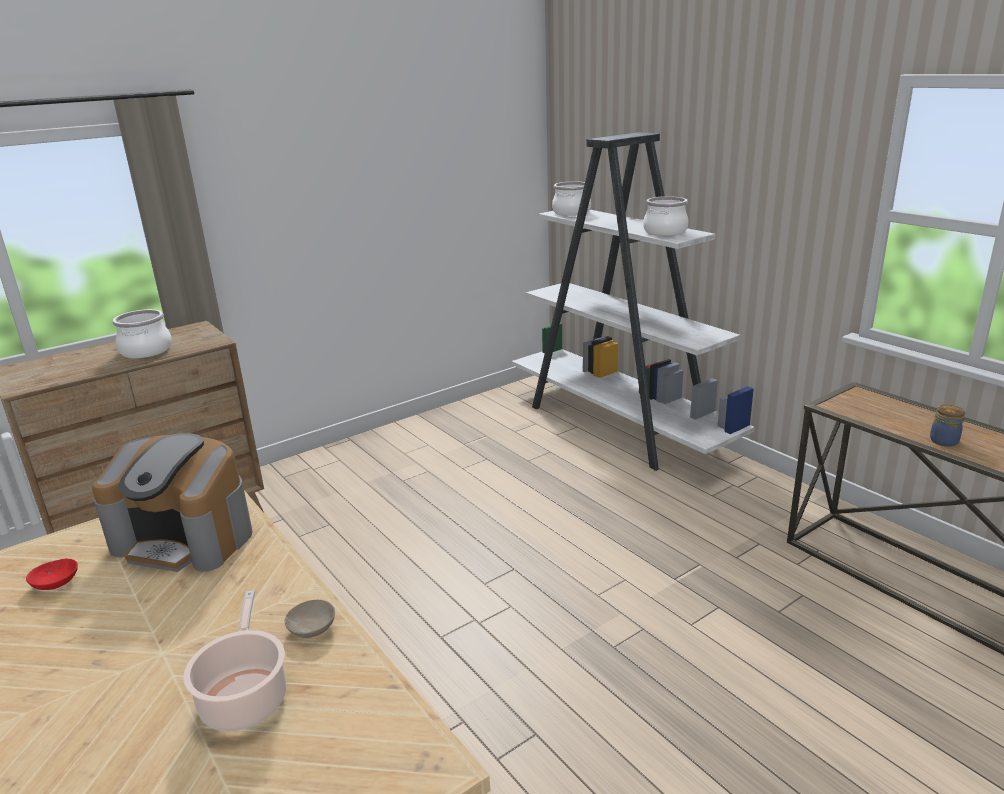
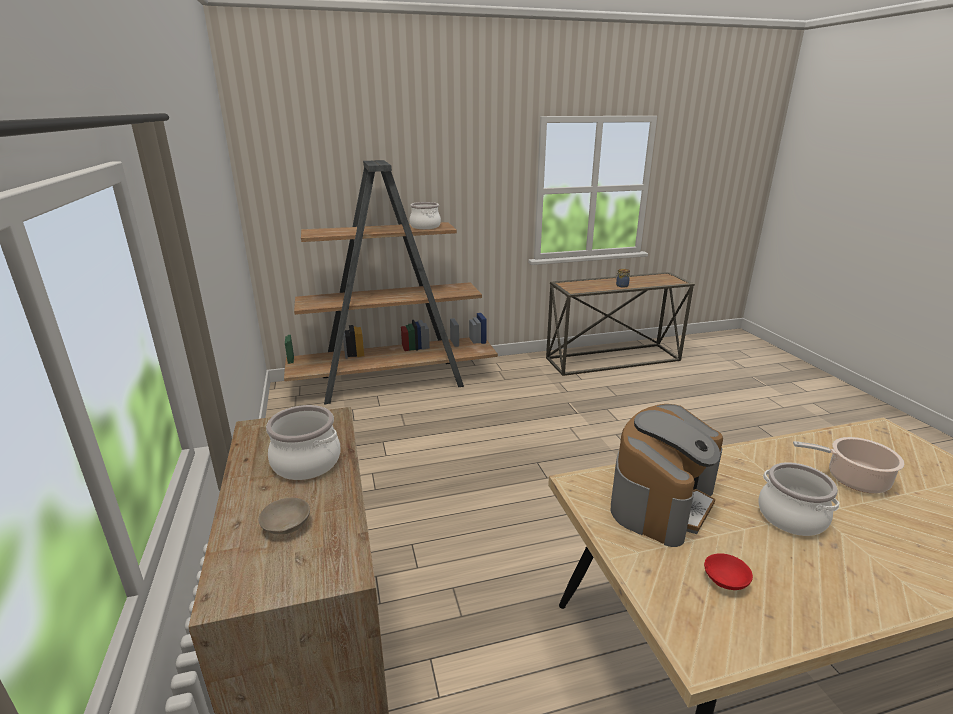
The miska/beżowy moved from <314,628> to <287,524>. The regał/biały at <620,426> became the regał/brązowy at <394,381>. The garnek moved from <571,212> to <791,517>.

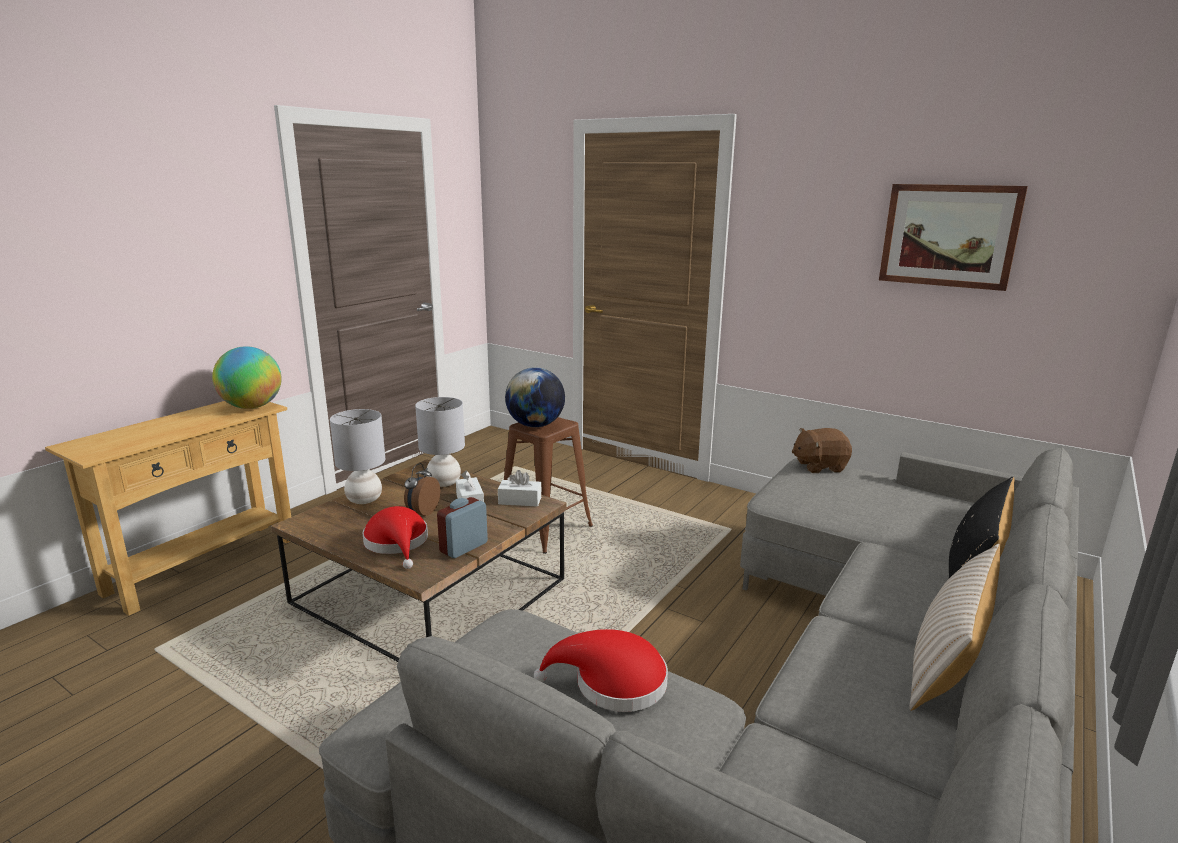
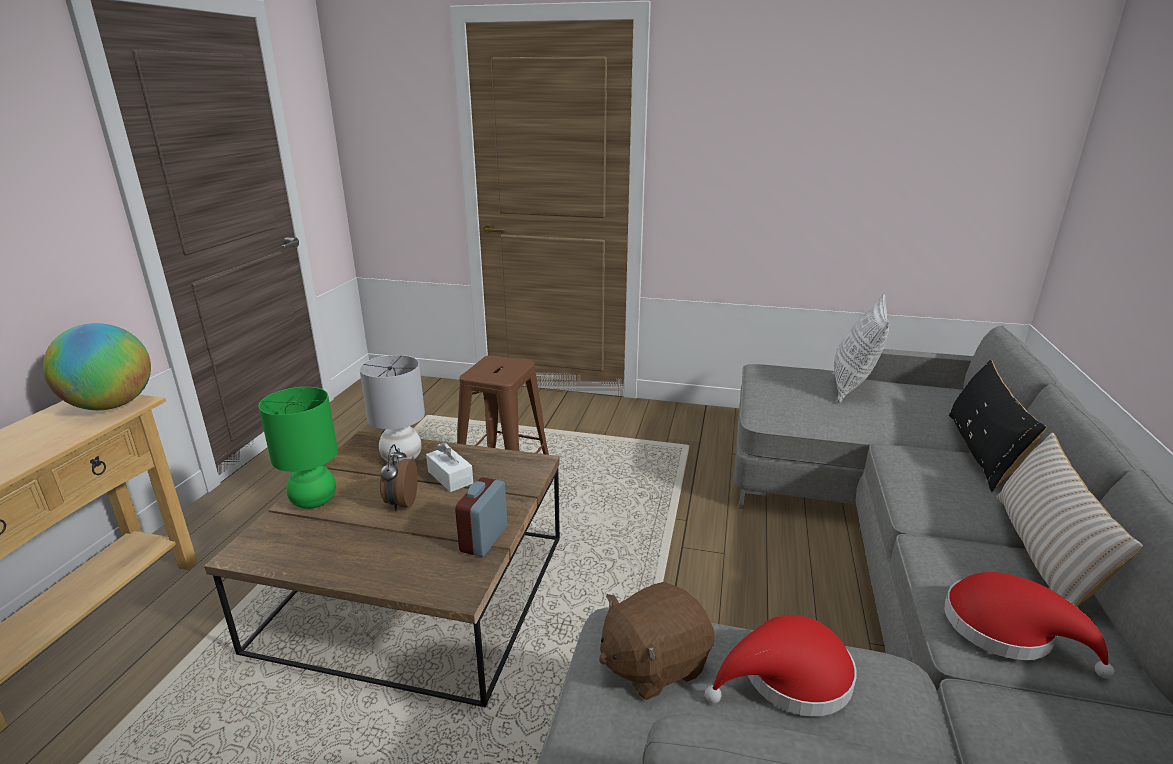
The lampa stołowa/szary at <365,499> became the lampa stołowa/zielony at <314,500>. The pluszak/brązowy moved from <819,466> to <653,663>. The poduszka at <852,387> appeared. The kapelusz/czerwony moved from <397,543> to <1007,630>. The pudełko chusteczek/biały at <520,500> disappeared. The globus at <535,425> disappeared. The obraz at <949,235> disappeared.

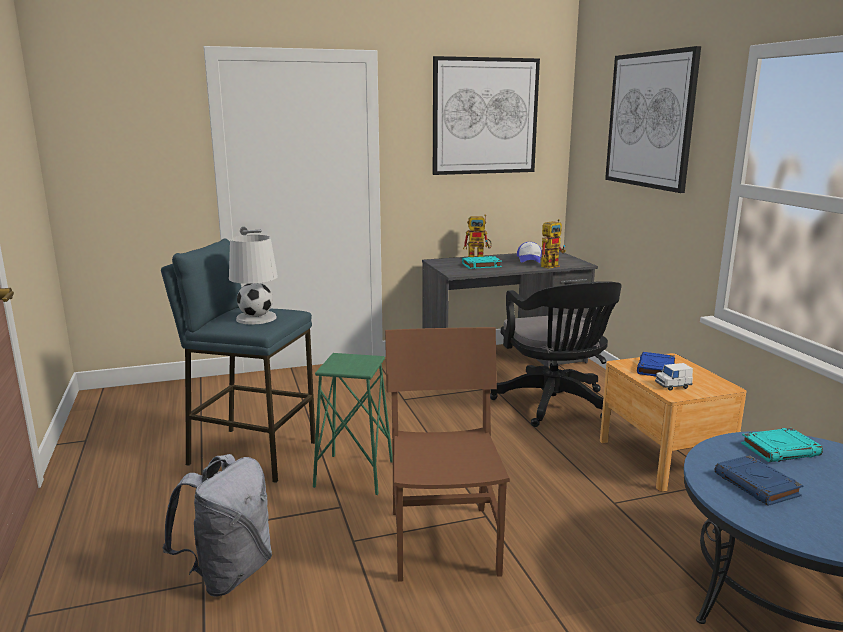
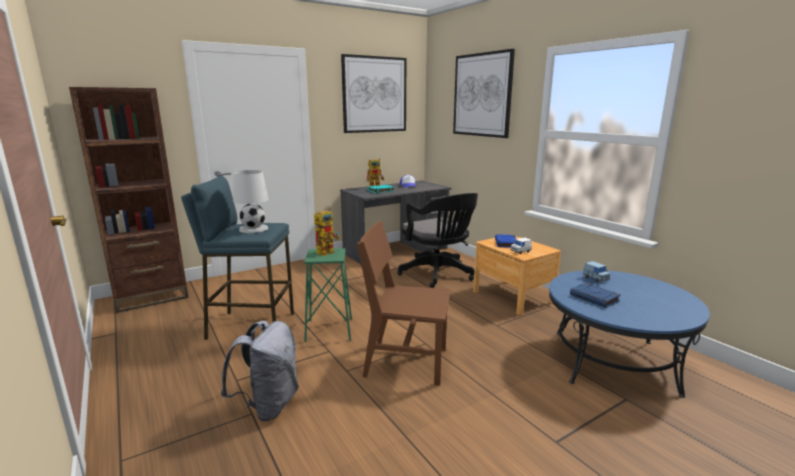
The regał/brązowy at <152,297> appeared. The robot zabawkowy moved from <551,265> to <327,251>. The krzesło/brązowy at <444,541> turned 60 degrees counterclockwise. The książka/turkusowy at <780,449> was replaced by the samochodzik/niebieski at <595,278>.

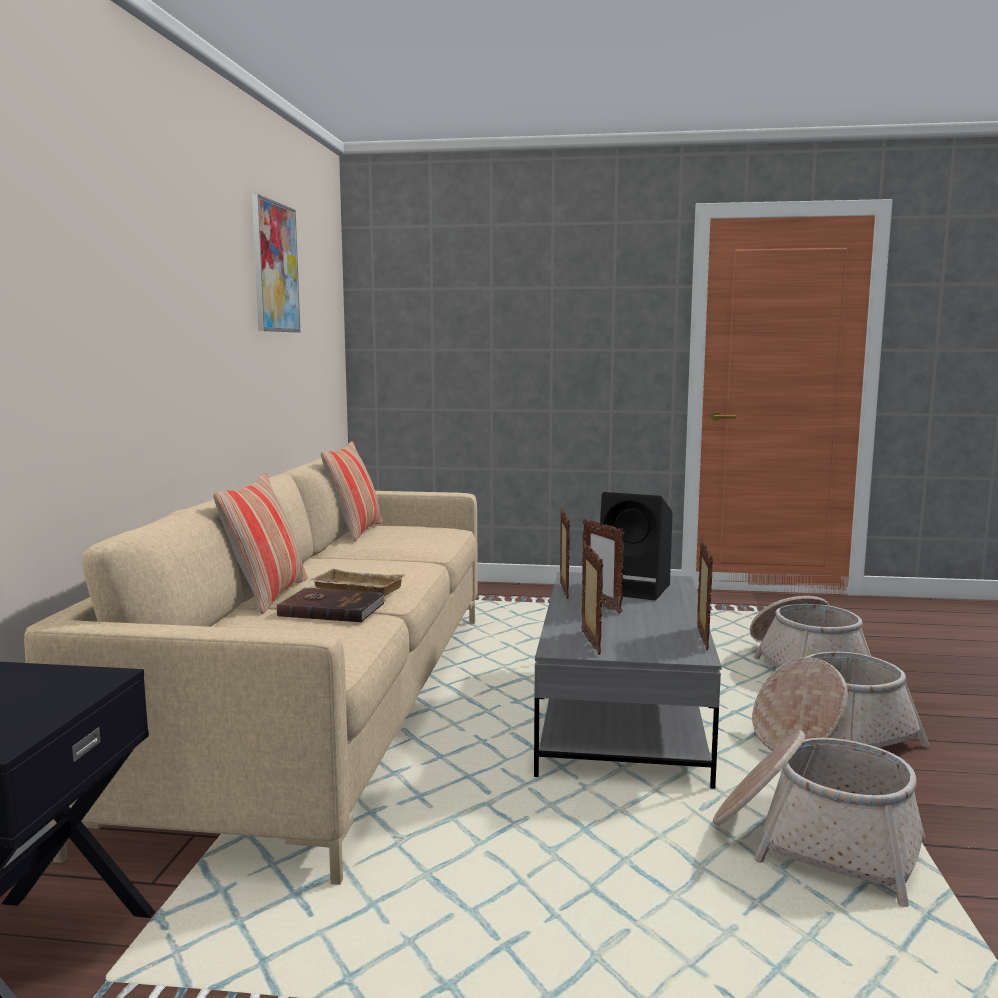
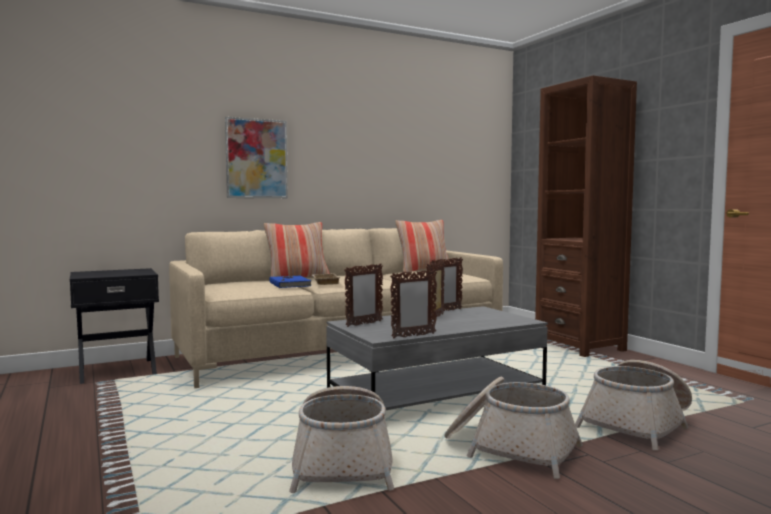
The obraz moved from <275,267> to <256,158>. The książka/brązowy at <331,609> became the książka/niebieski at <290,284>. The regał/brązowy at <579,346> appeared. The głośnik/czarny at <636,589> disappeared.

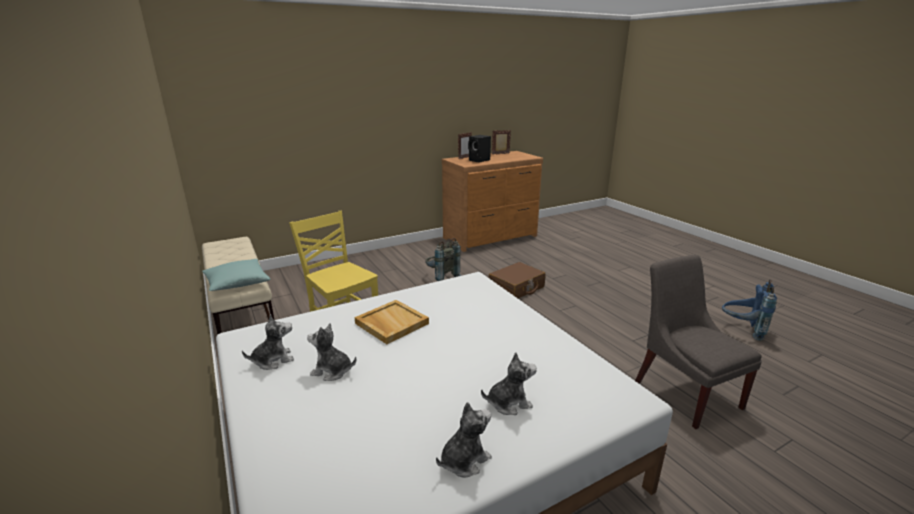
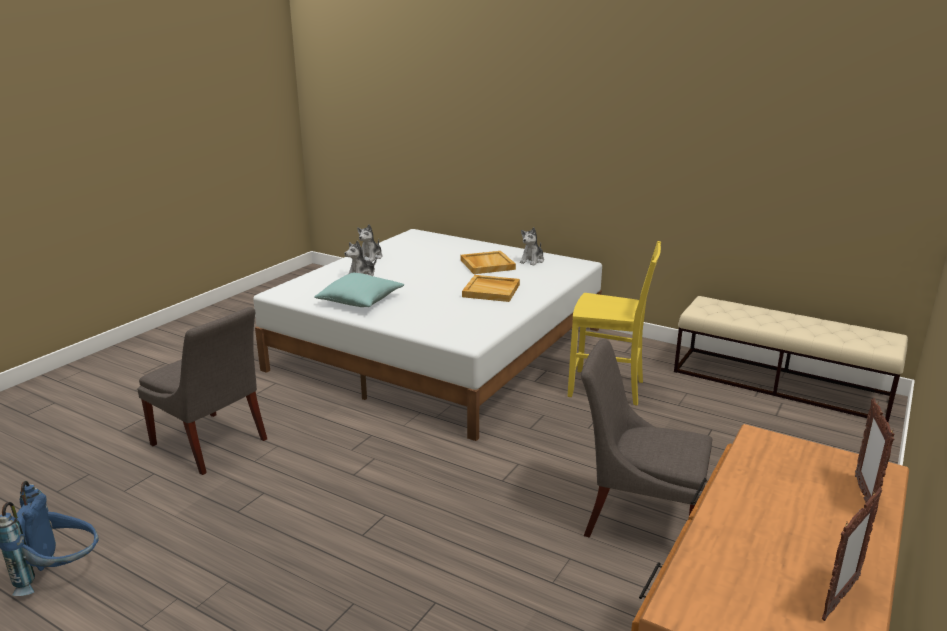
The poduszka/turkusowy moved from <237,283> to <360,301>. The pluszak at <332,371> was replaced by the taca/beżowy at <487,264>. The plecak/szary at <441,278> was replaced by the krzesło/szary at <637,518>. The głośnik/czarny at <479,160> disappeared. The walizka/brązowy at <516,288> disappeared.

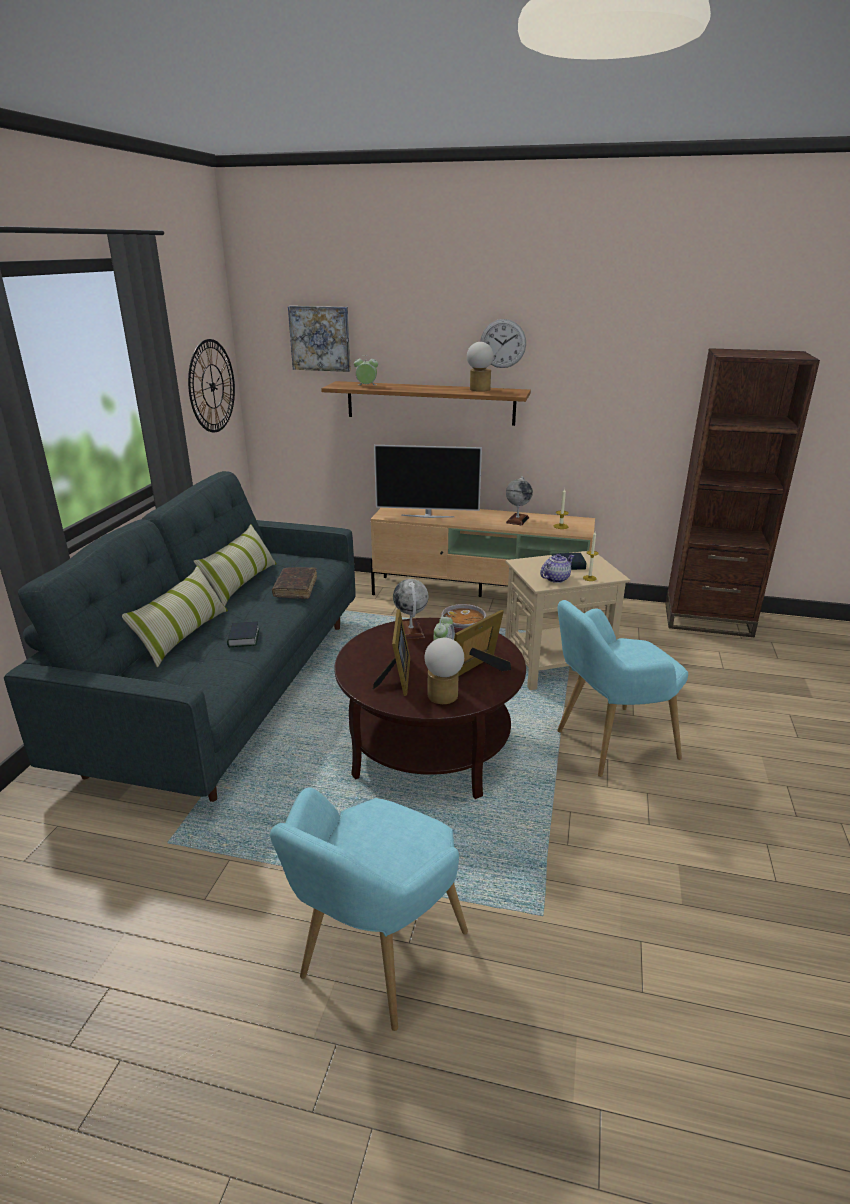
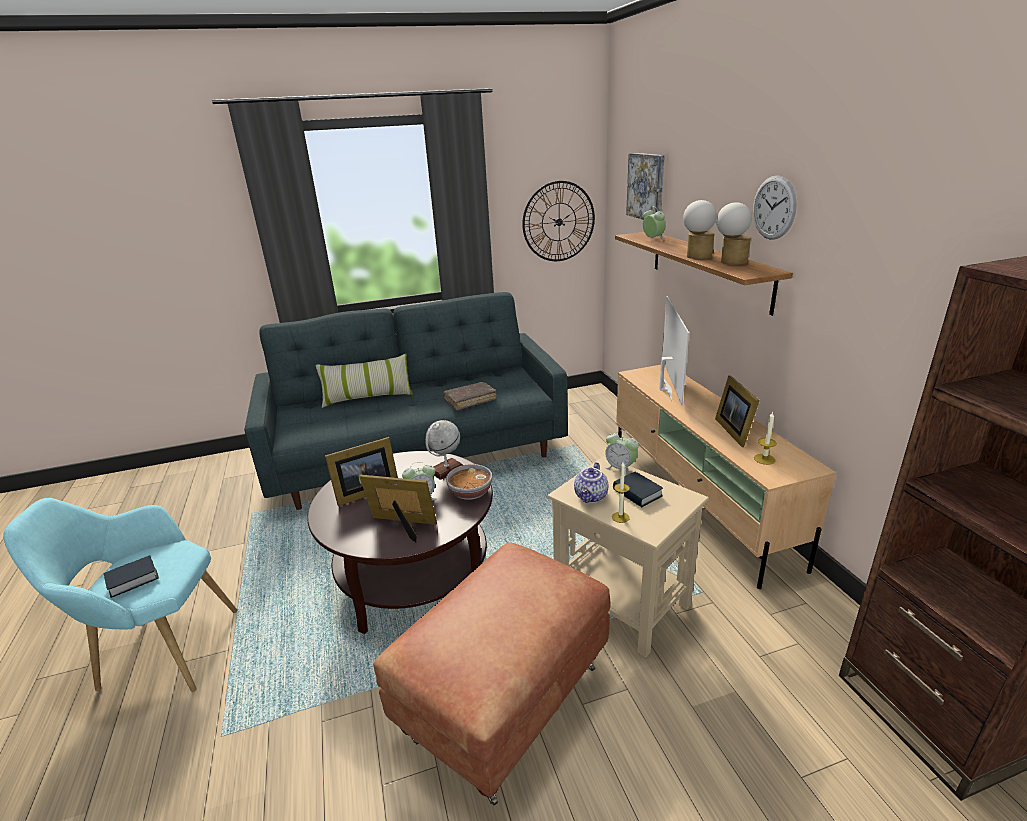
The książka moved from <243,638> to <132,580>. The fotel/turkusowy at <607,744> was replaced by the pufa/brązowy at <504,698>. The imbryk at <555,578> turned 90 degrees clockwise. The budzik at <620,468> appeared. The telewizor at <427,516> turned 150 degrees counterclockwise. The lampa stołowa moved from <442,698> to <696,257>. The globus at <517,520> was replaced by the ramka na zdjęcie at <735,430>. The poduszka at <241,583> disappeared.

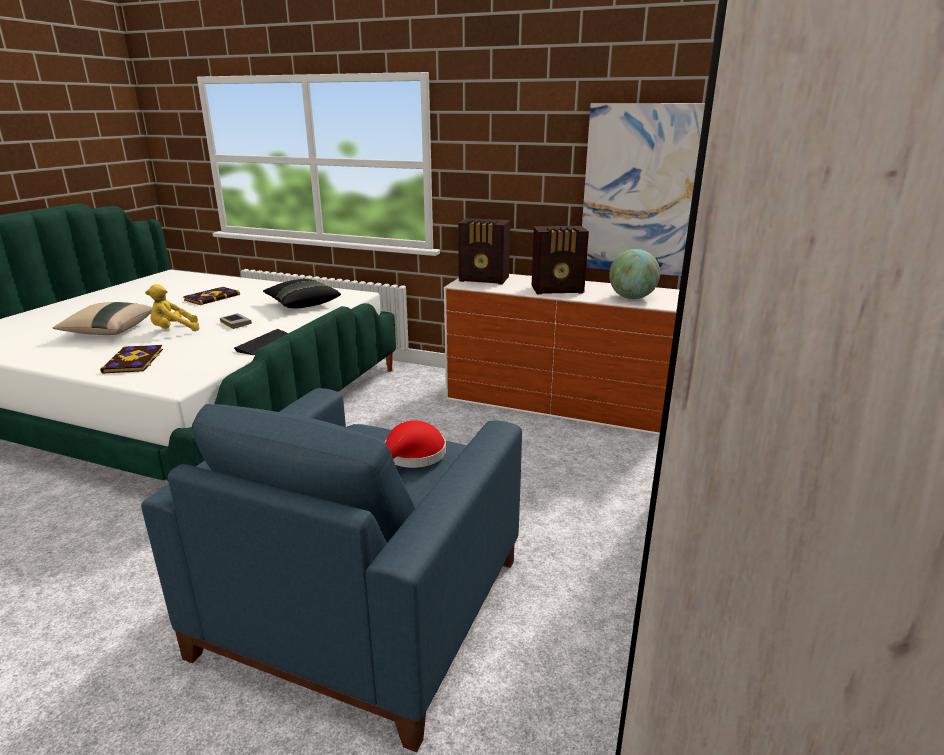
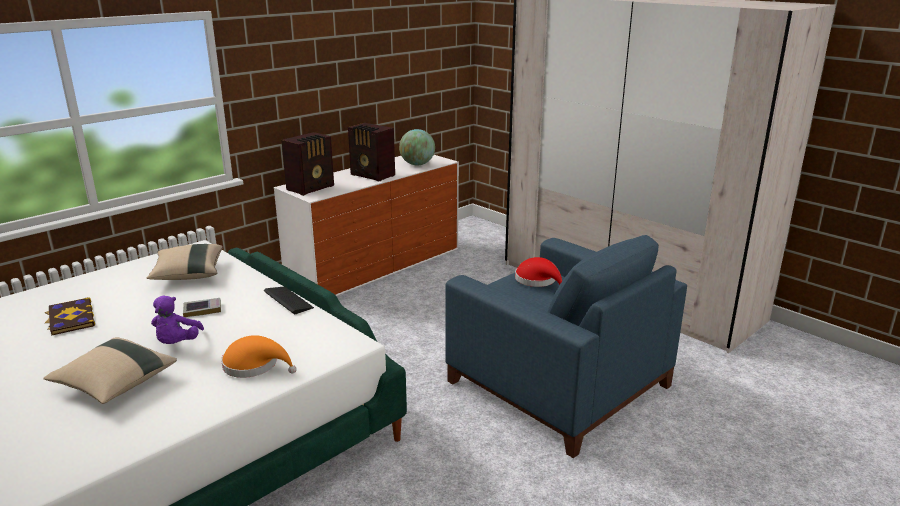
The poduszka/czarny at <302,304> became the poduszka/beżowy at <188,274>. The pluszak/żółty at <174,331> became the pluszak/fioletowy at <177,343>. The książka at <134,361> was replaced by the kapelusz/pomarańczowy at <255,365>. The radio at <558,290> turned 105 degrees clockwise. The obraz at <645,191> disappeared.

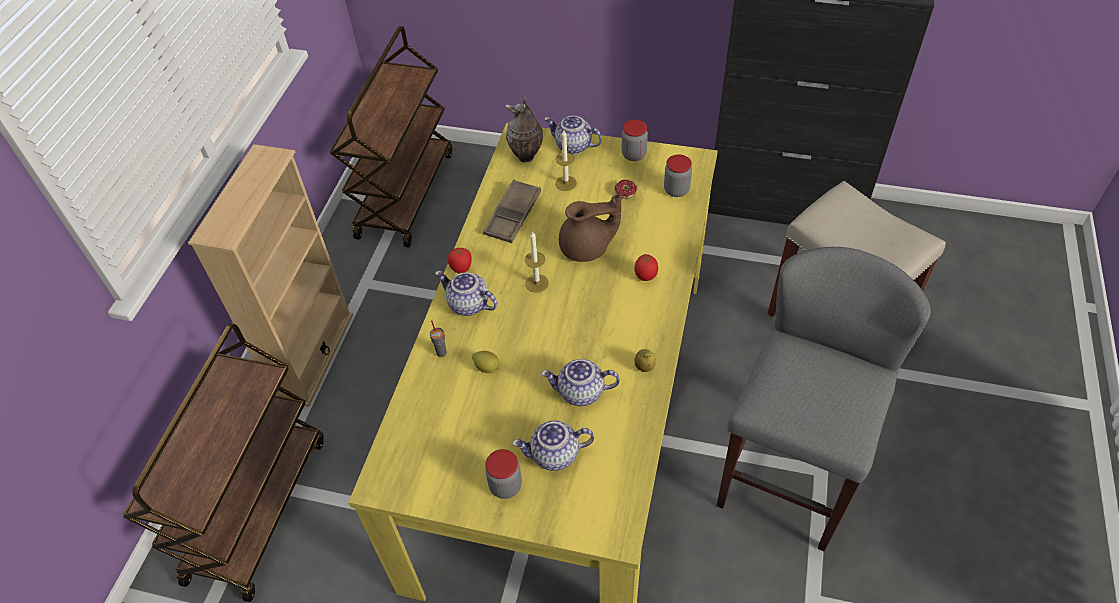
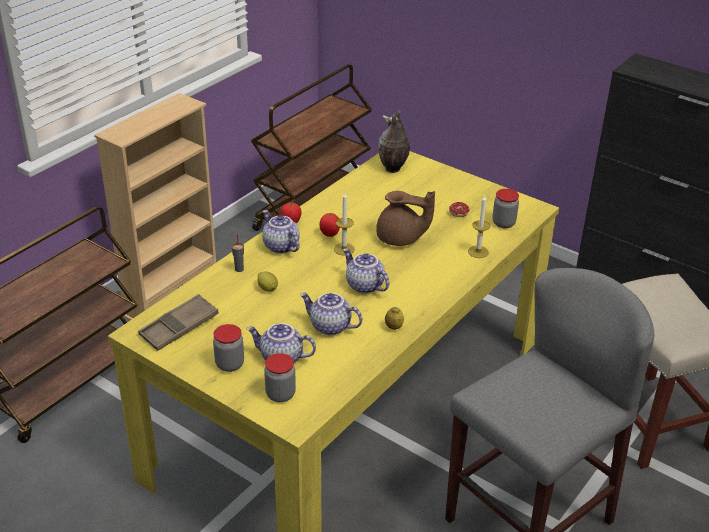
The taca/brązowy moved from <513,215> to <179,327>. The słoik moved from <633,154> to <280,394>. The pomidor moved from <646,277> to <330,234>. The imbryk moved from <572,146> to <364,286>. The świeca moved from <566,183> to <478,252>.

